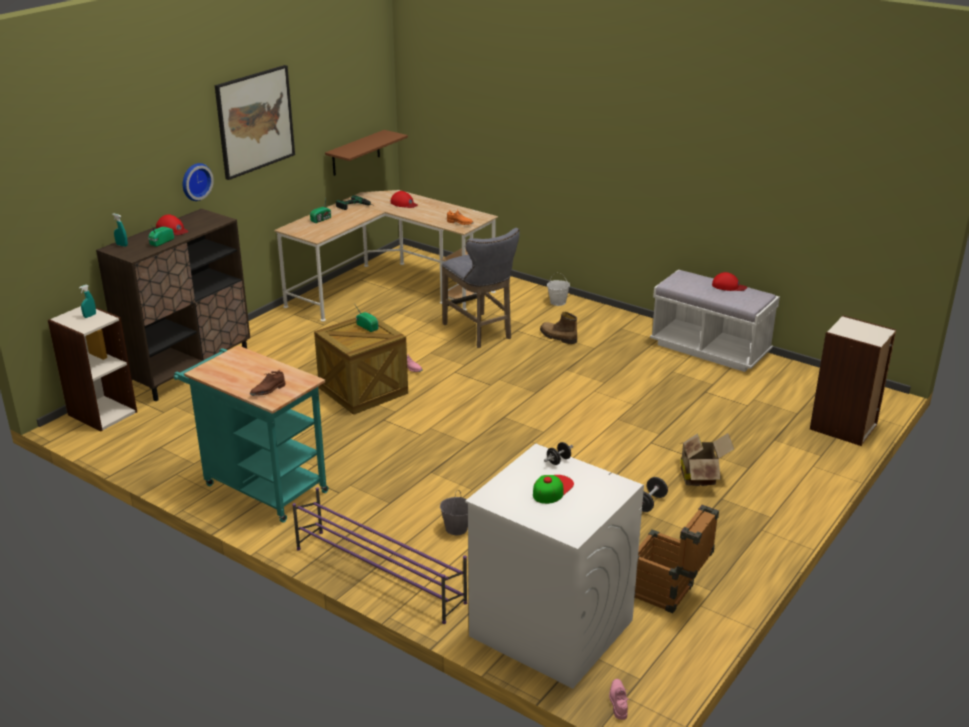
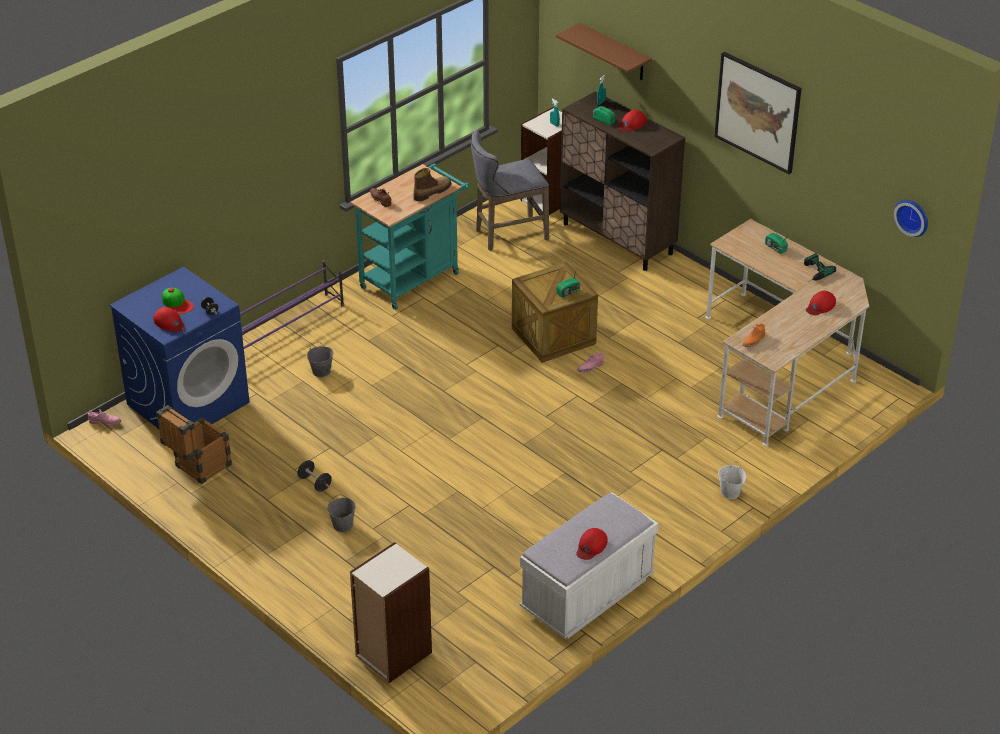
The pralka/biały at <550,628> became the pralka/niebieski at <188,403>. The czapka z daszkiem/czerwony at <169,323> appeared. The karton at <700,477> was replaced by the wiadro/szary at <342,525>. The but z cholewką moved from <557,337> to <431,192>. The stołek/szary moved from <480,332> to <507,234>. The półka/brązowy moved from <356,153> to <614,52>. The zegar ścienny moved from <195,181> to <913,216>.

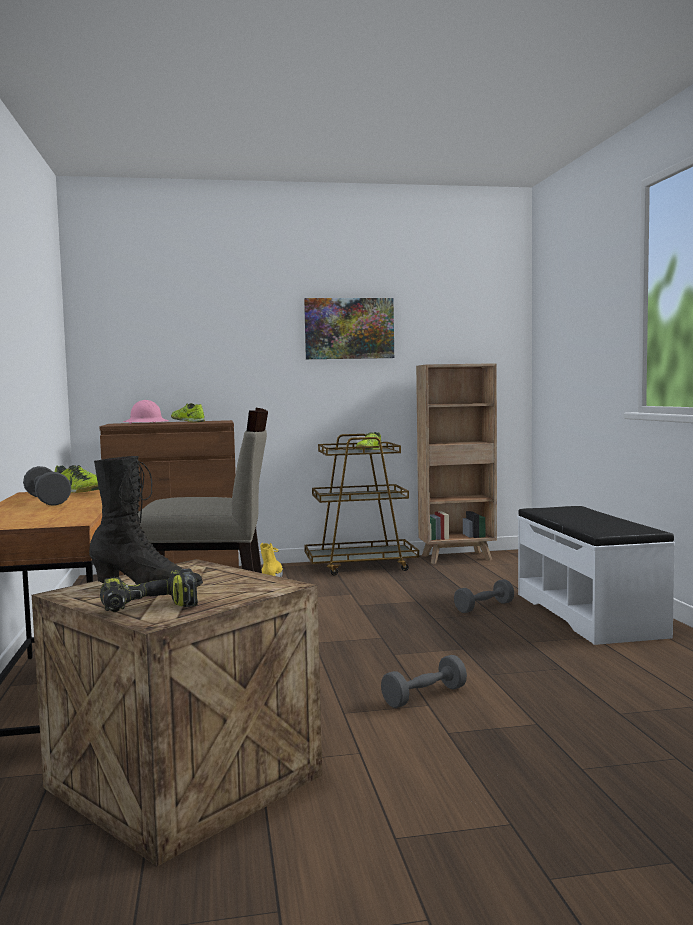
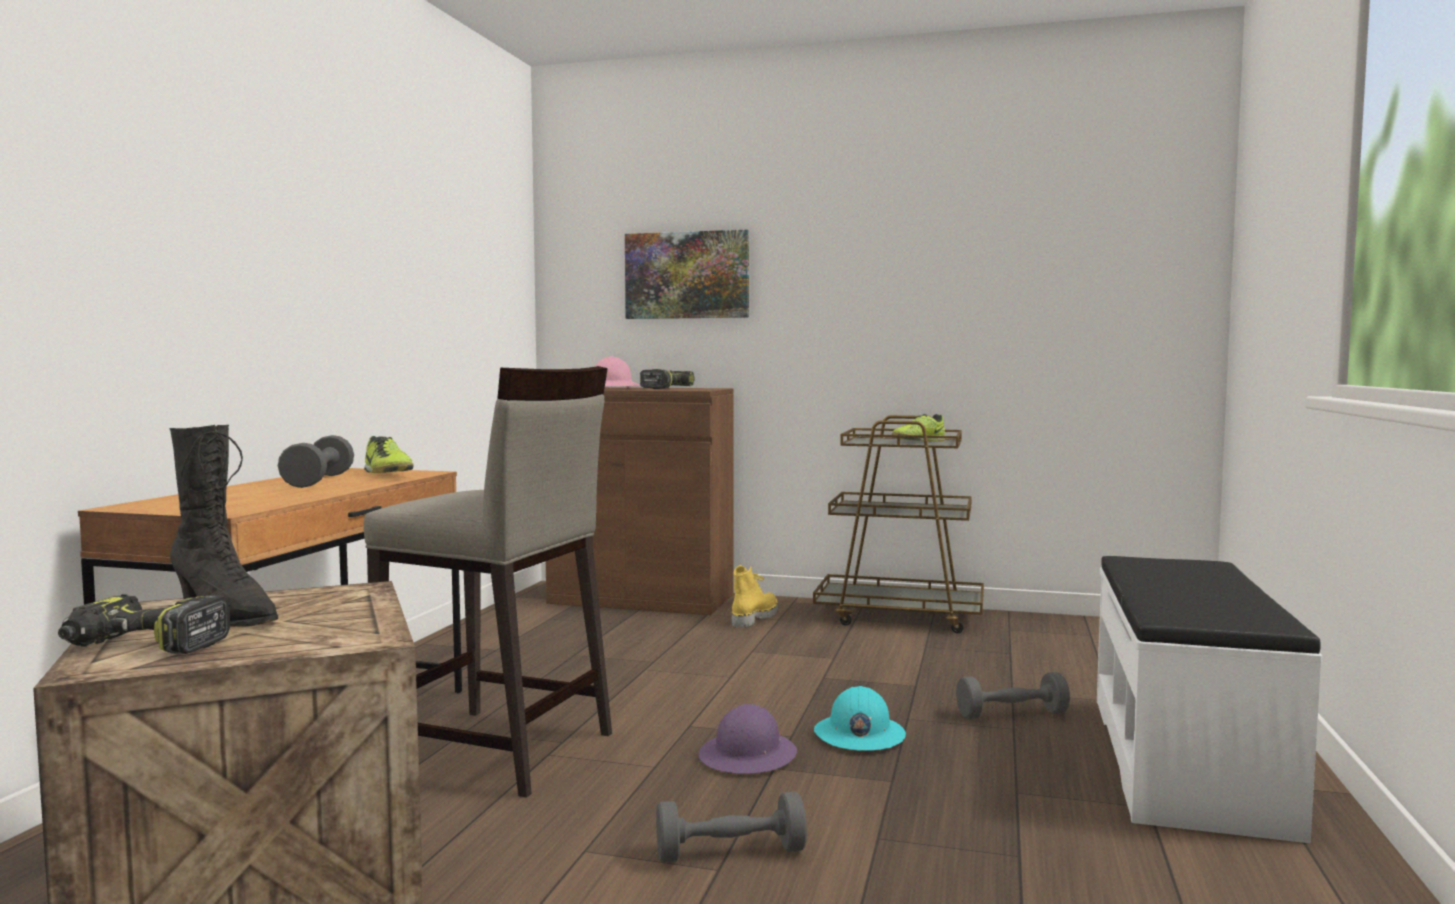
The obraz moved from <349,328> to <687,275>. The but at <188,422> was replaced by the wiertarka at <666,388>. The kask/fioletowy at <748,756> appeared. The kask/turkusowy at <859,735> appeared. The regał/brązowy at <458,558> disappeared.

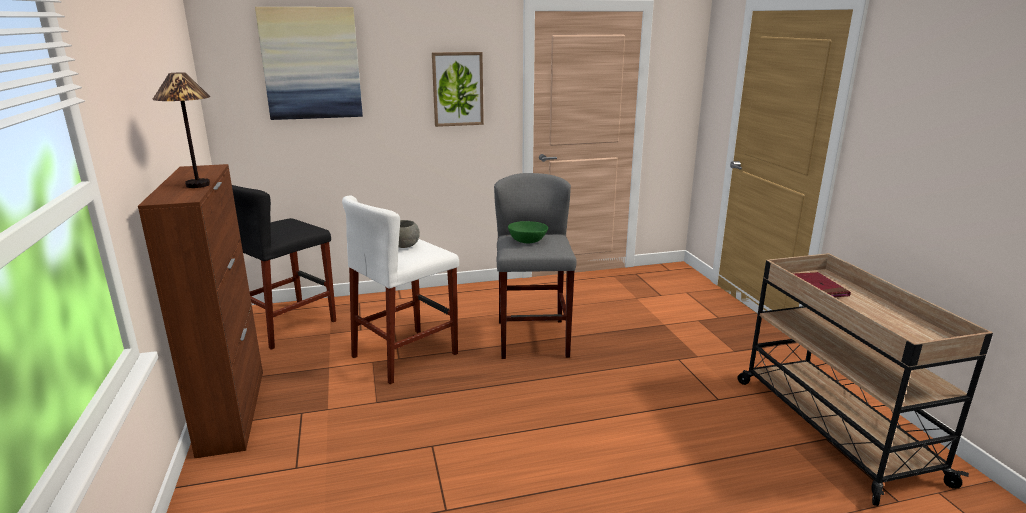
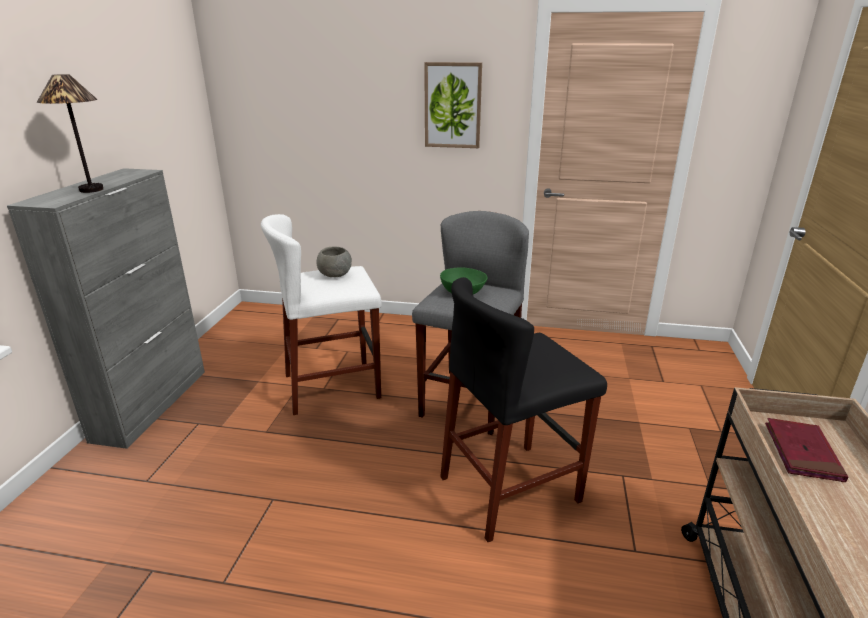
The szafka/brązowy at <233,410> became the szafka/szary at <152,403>. The stołek/czarny moved from <287,325> to <510,489>. The obraz at <311,63> disappeared.

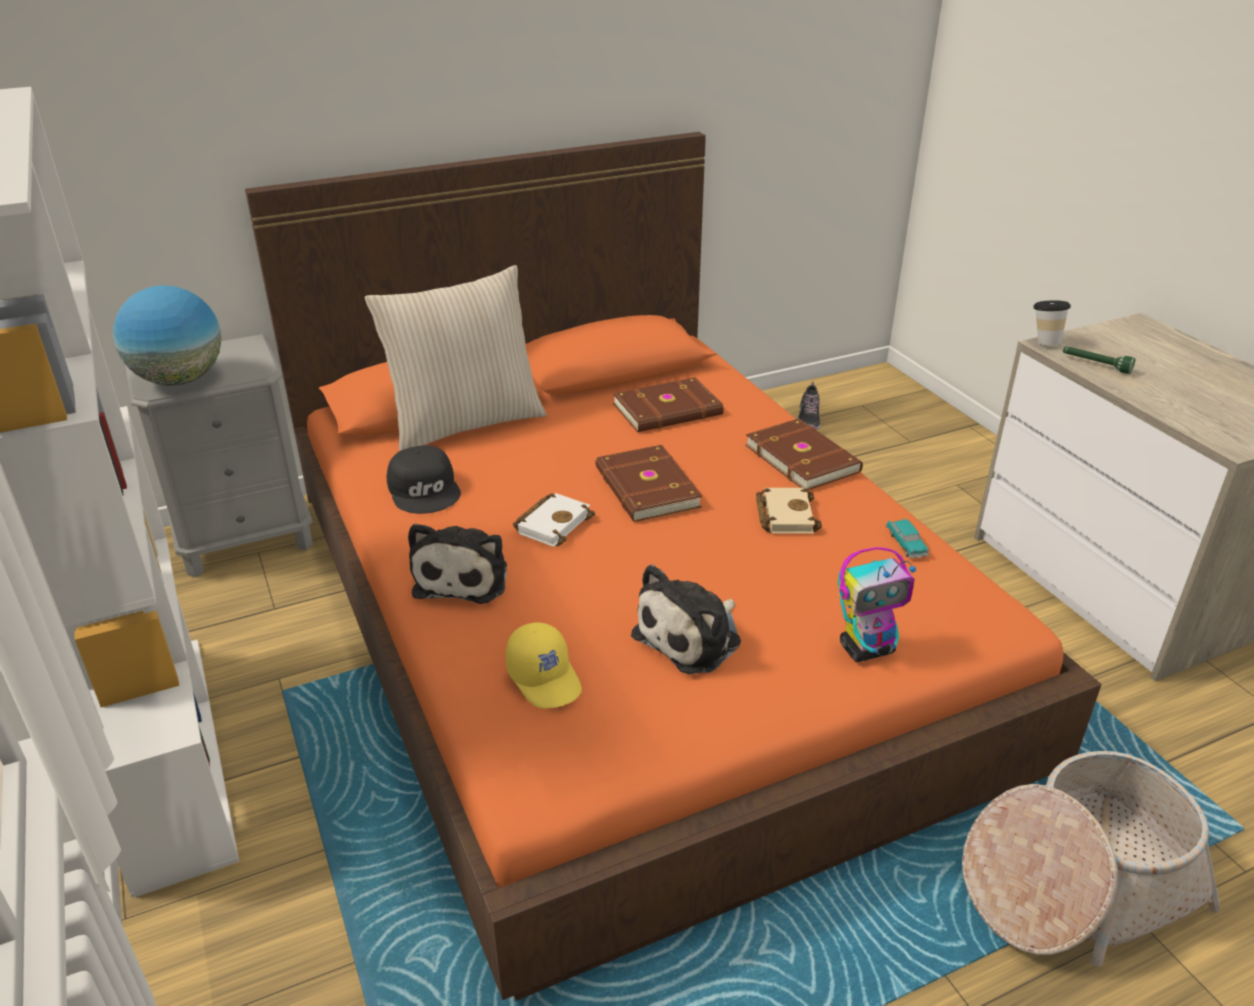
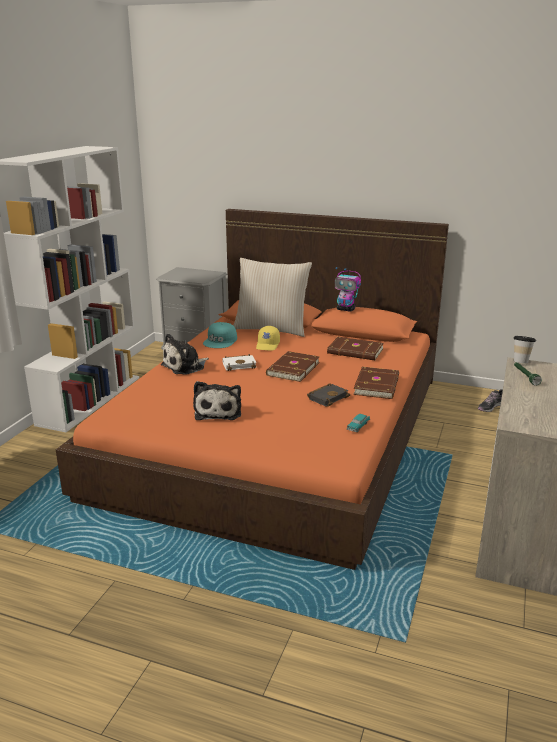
The pluszak at <692,637> turned 90 degrees counterclockwise. The czapka z daszkiem/czarny at <425,489> became the czapka z daszkiem/turkusowy at <220,341>. The czapka z daszkiem/żółty moved from <545,678> to <268,345>. The książka/beżowy at <784,515> became the książka/czarny at <328,397>. The robot zabawkowy moved from <867,648> to <346,309>. The globus at <179,380> disappeared. The koszyk at <1075,884> disappeared.

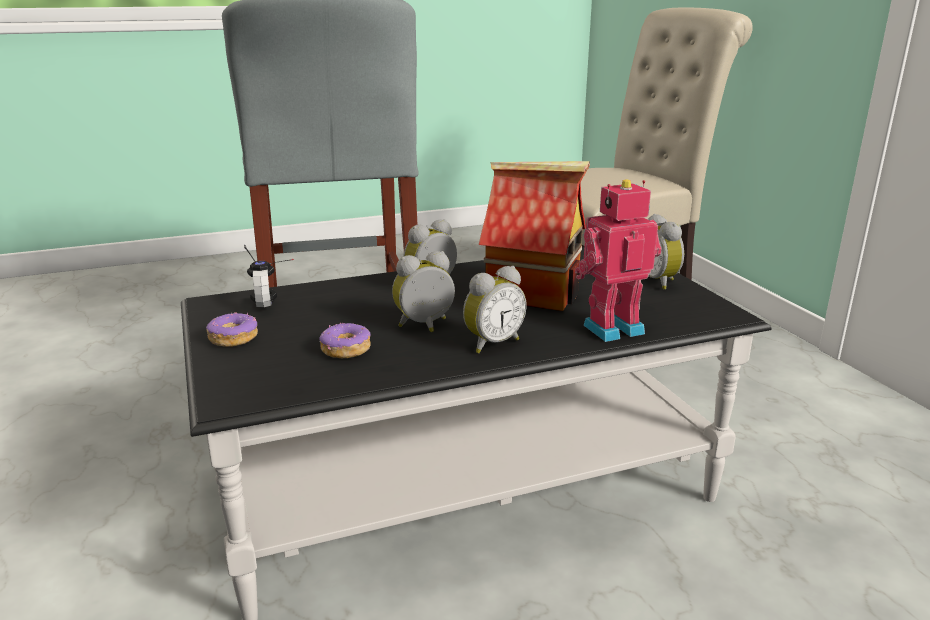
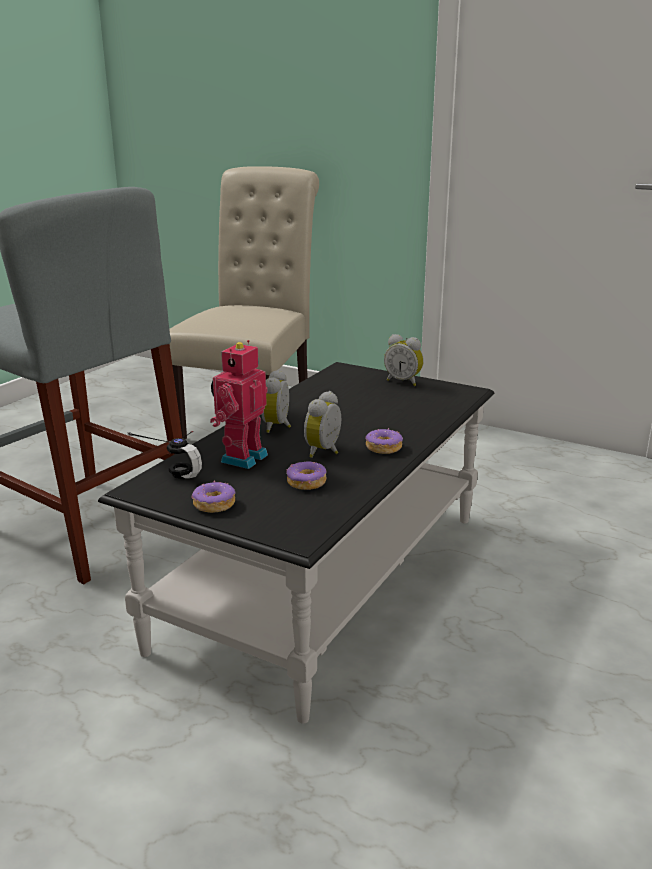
The robot zabawkowy moved from <611,328> to <241,458>. The budzik at <491,343> was replaced by the donut at <383,448>. The domek at <535,293> disappeared.

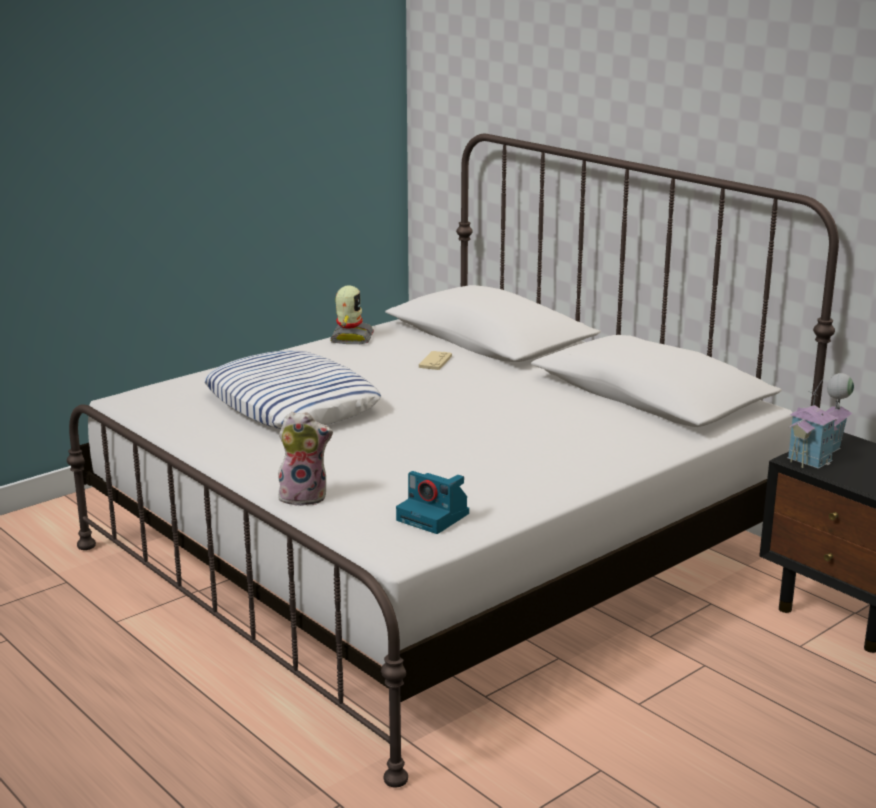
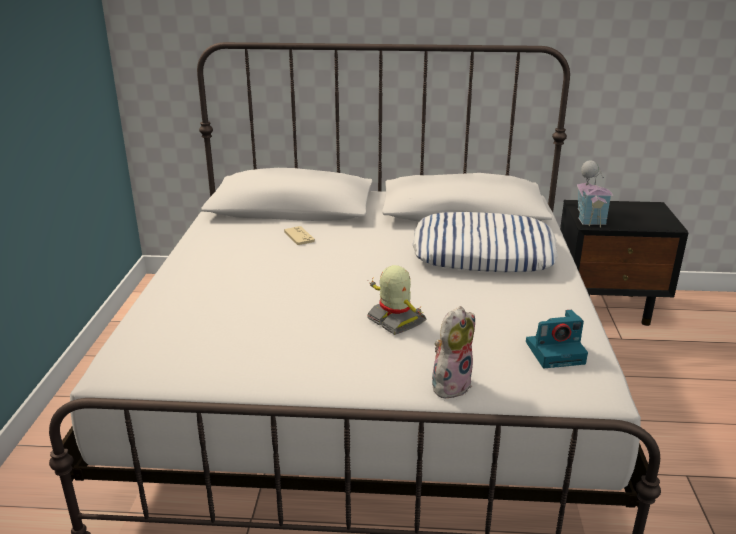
The robot zabawkowy moved from <350,338> to <395,321>. The poduszka moved from <292,403> to <483,253>.

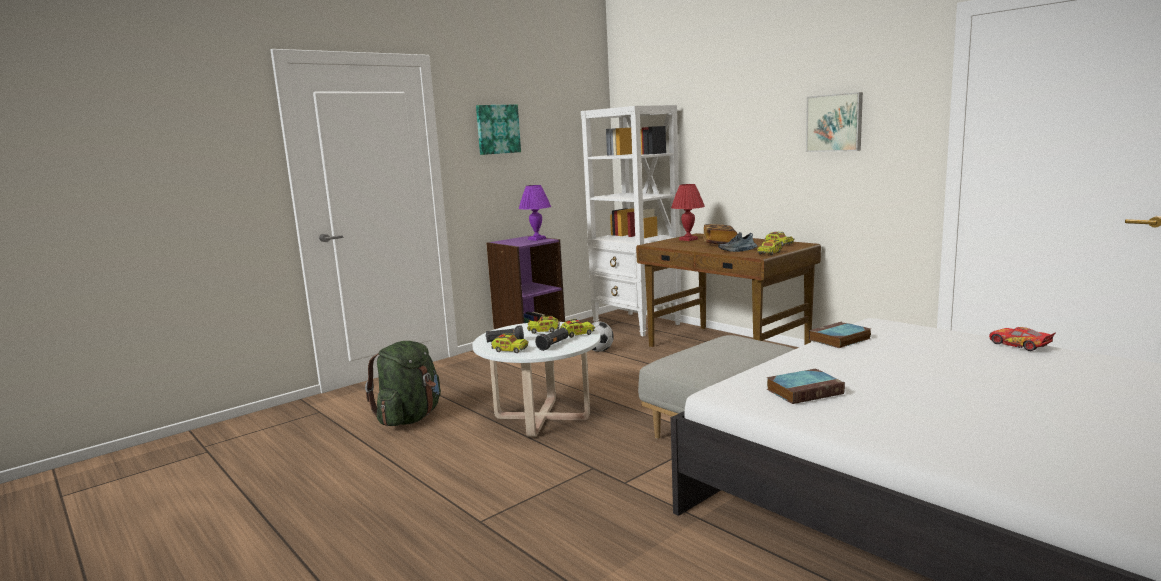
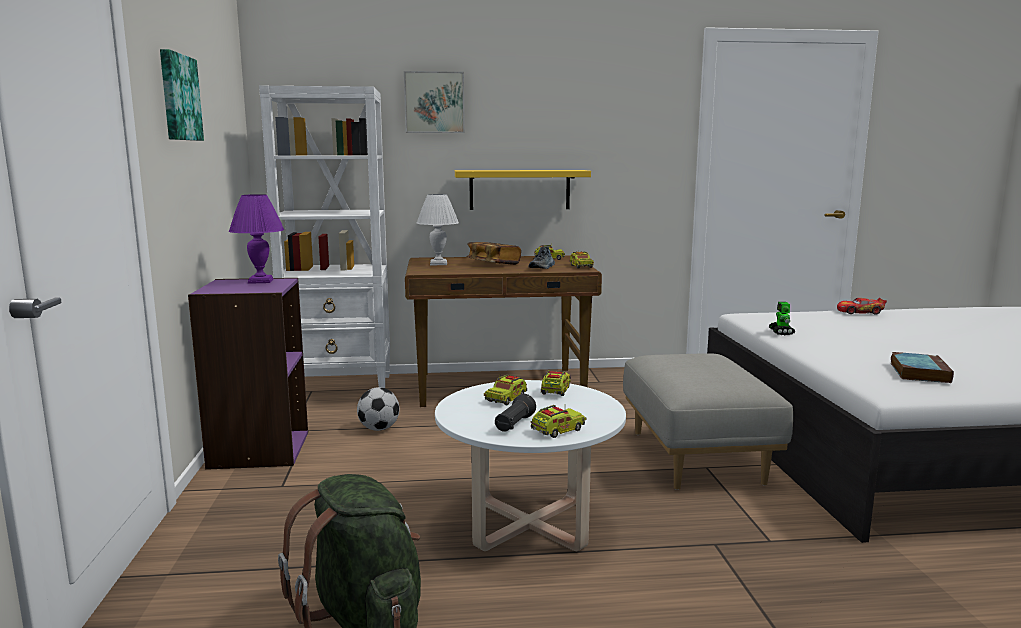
The obraz moved from <835,123> to <434,102>. The lampa stołowa/czerwony at <688,239> became the lampa stołowa/biały at <439,264>. The półka/żółty at <519,189> appeared. The książka at <839,339> was replaced by the robot zabawkowy at <781,332>. The latarka/czarny at <553,345> disappeared.

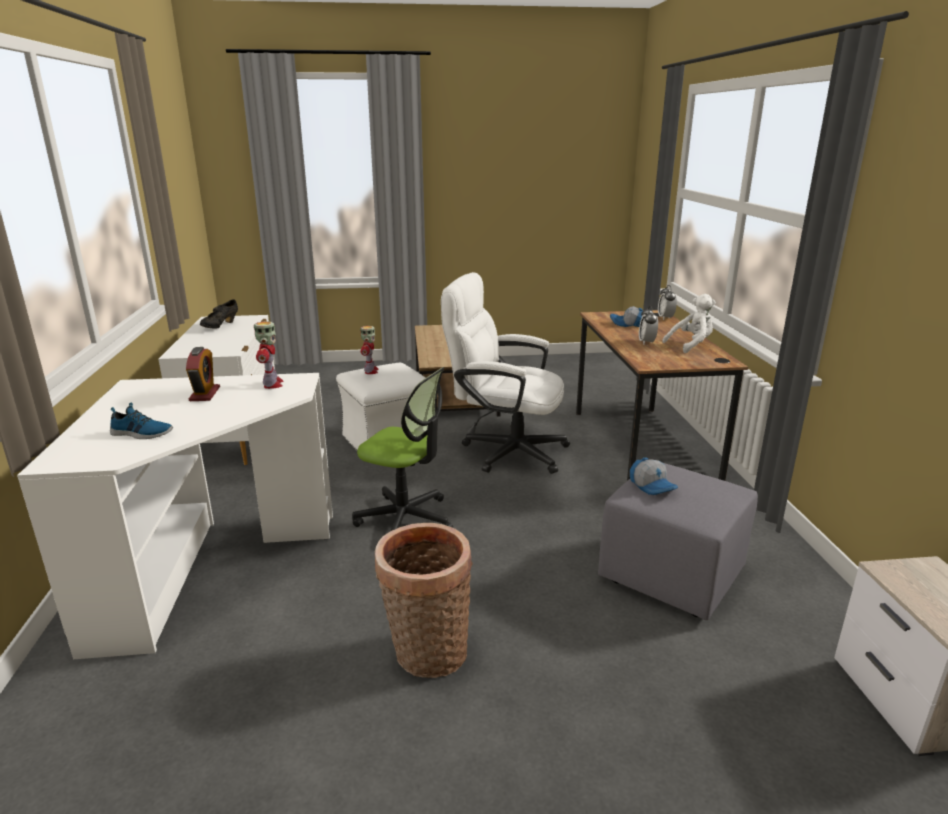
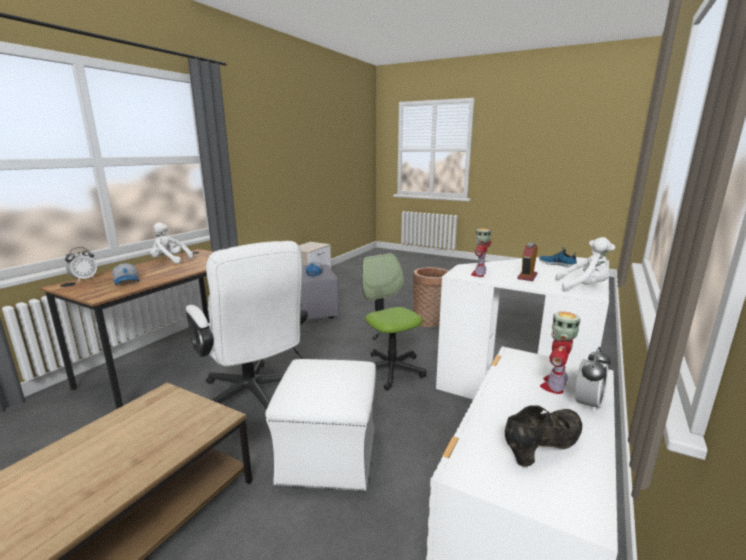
The robot zabawkowy moved from <370,371> to <555,385>. The pluszak/biały at <584,287> appeared. The budzik moved from <646,342> to <587,404>.

